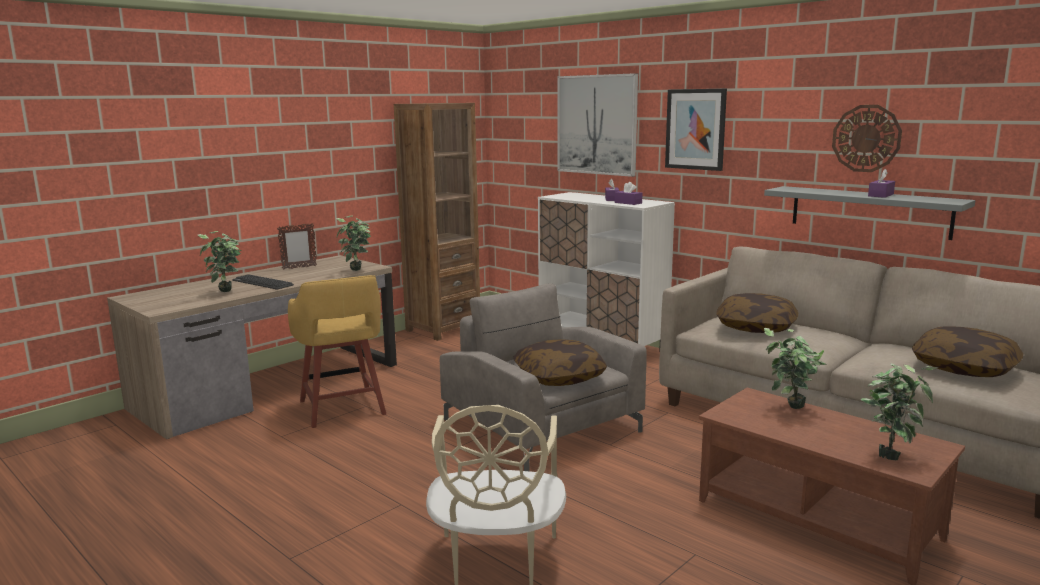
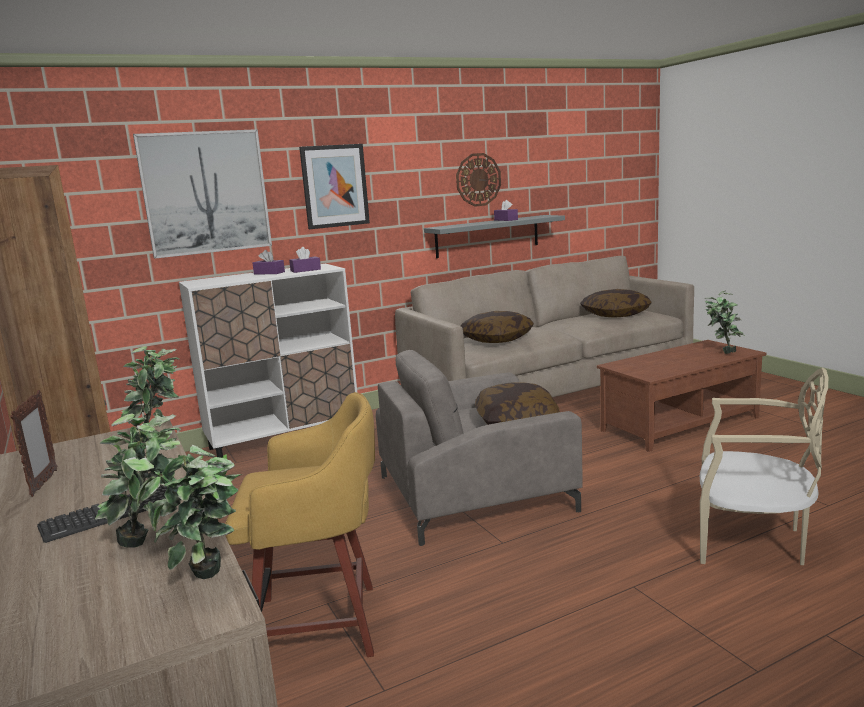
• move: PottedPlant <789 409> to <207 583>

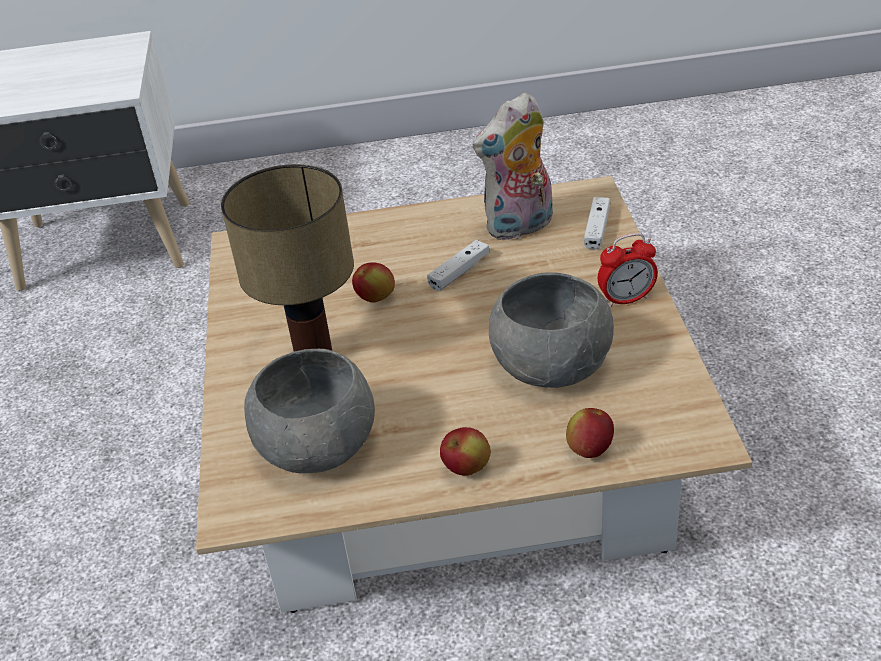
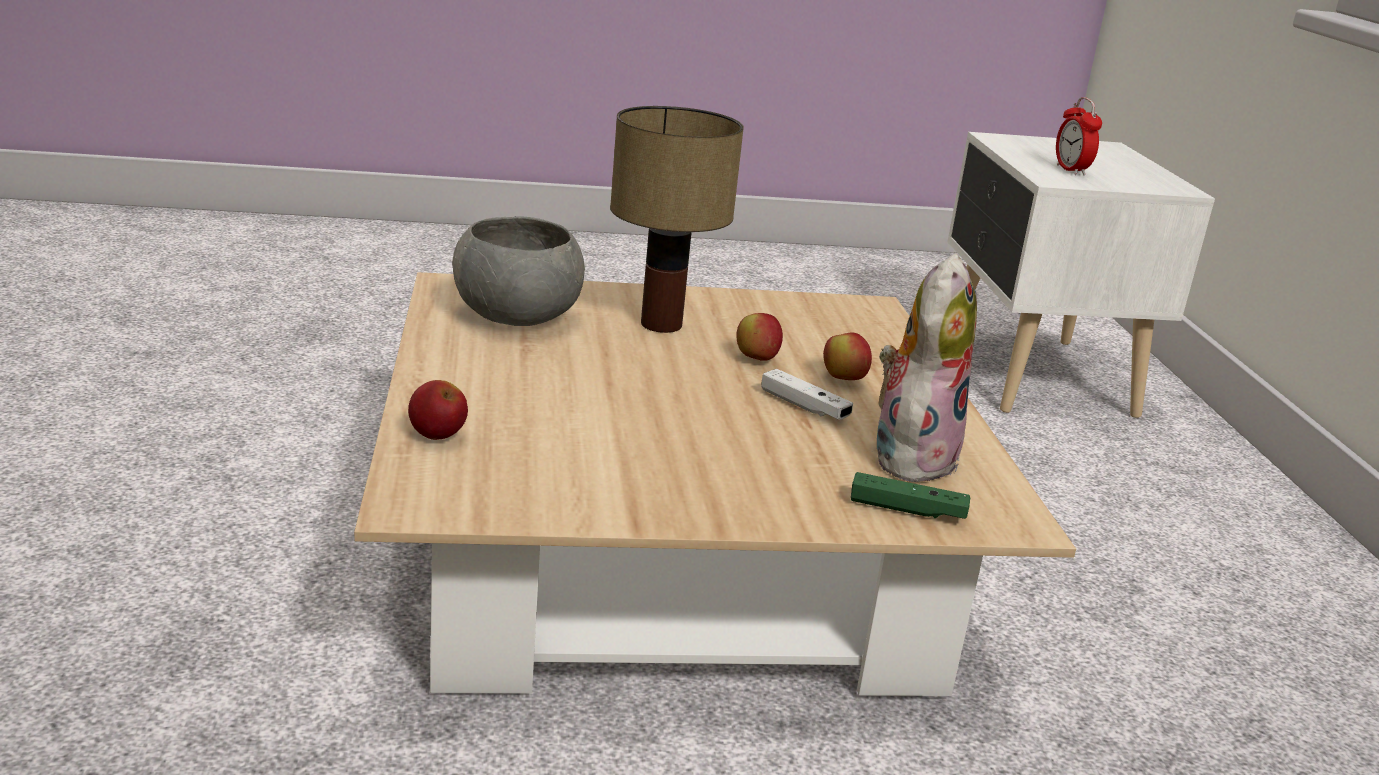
• move: Apple <466 468> to <843 379>
• rotate: PlushToy <520 227> = <911 455> 60 degrees clockwise
• delete: GreyBowl <553 366>
• recolor: WhiteGameController <597 229> to GreenGameController <907 510>
• move: AlarmClock <626 299> to <1071 170>

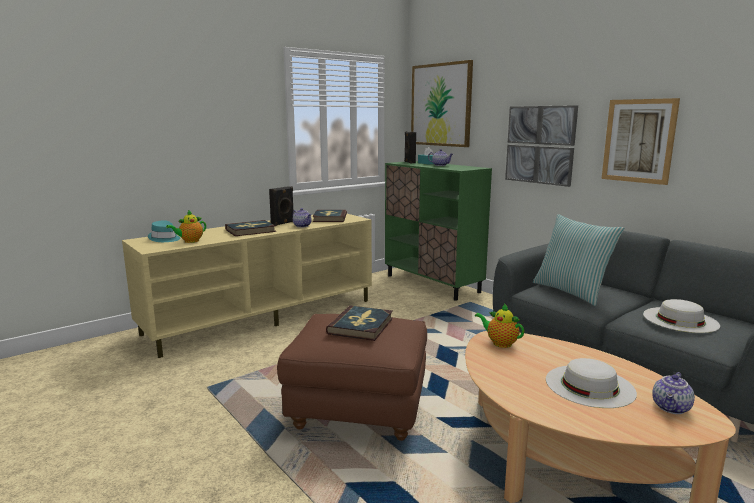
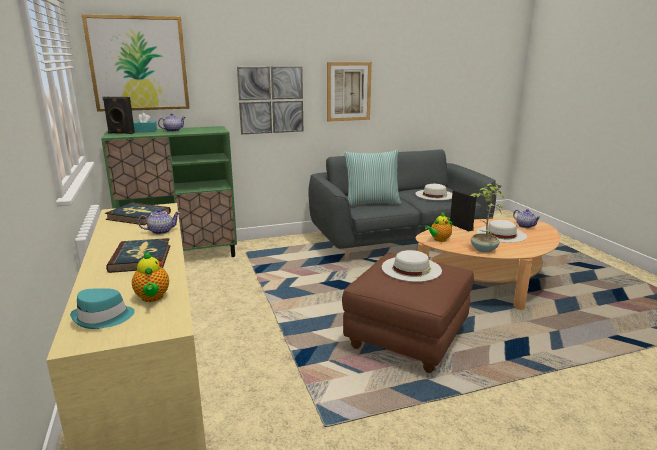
• move: BlackSpeaker <283 223> to <461 227>
• replace: Book <361 326> to WhiteHat <411 268>
• insert: PottedPlant <483 249>

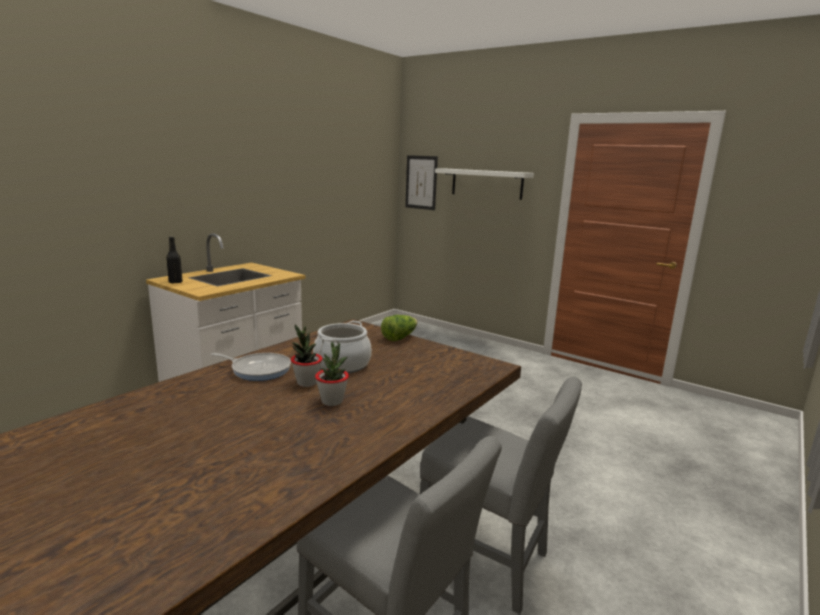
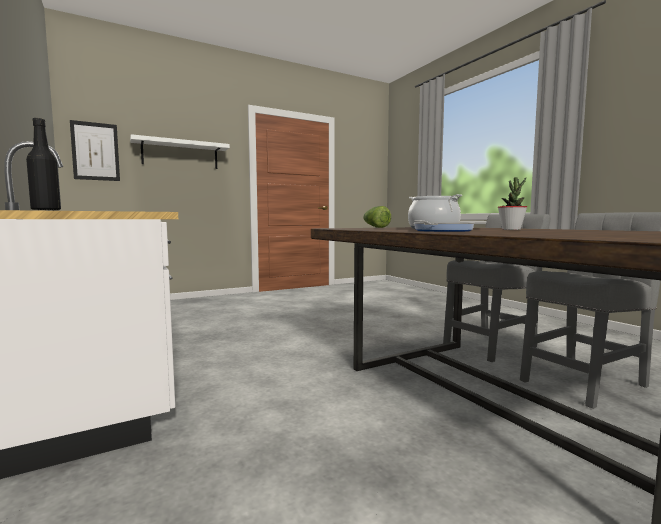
• delete: PottedPlant <307 383>

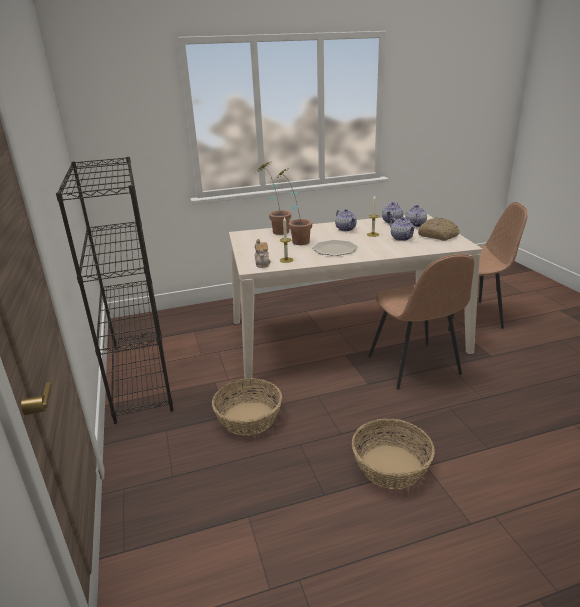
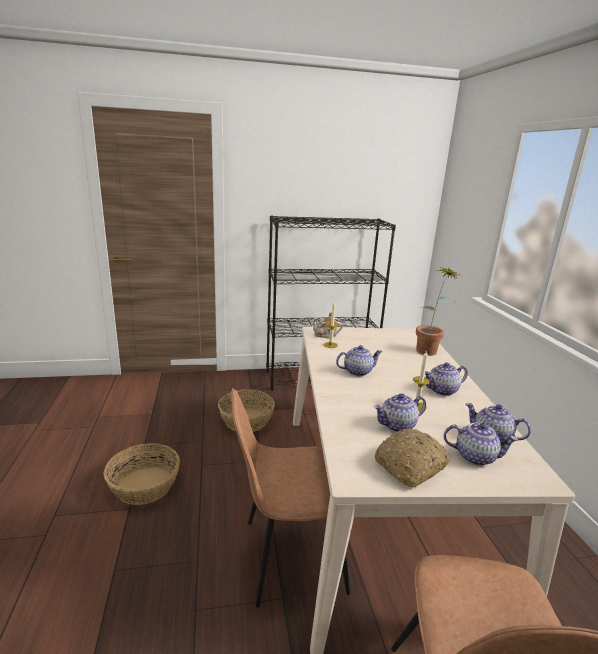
• delete: PottedPlant <295 241>
• replace: Plate <334 249> to Teapot <357 371>

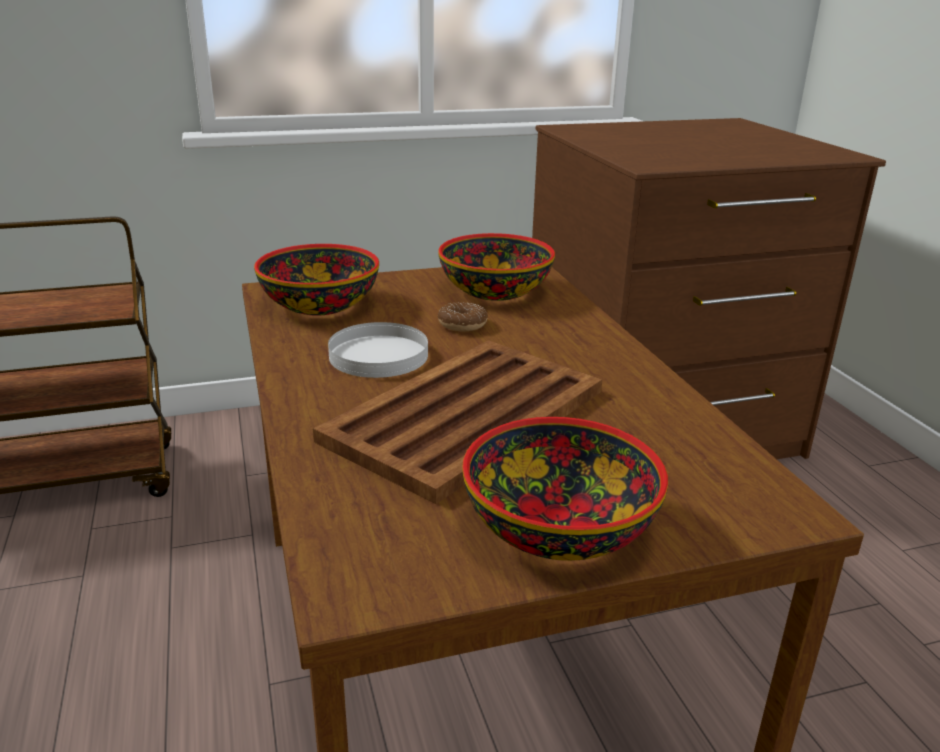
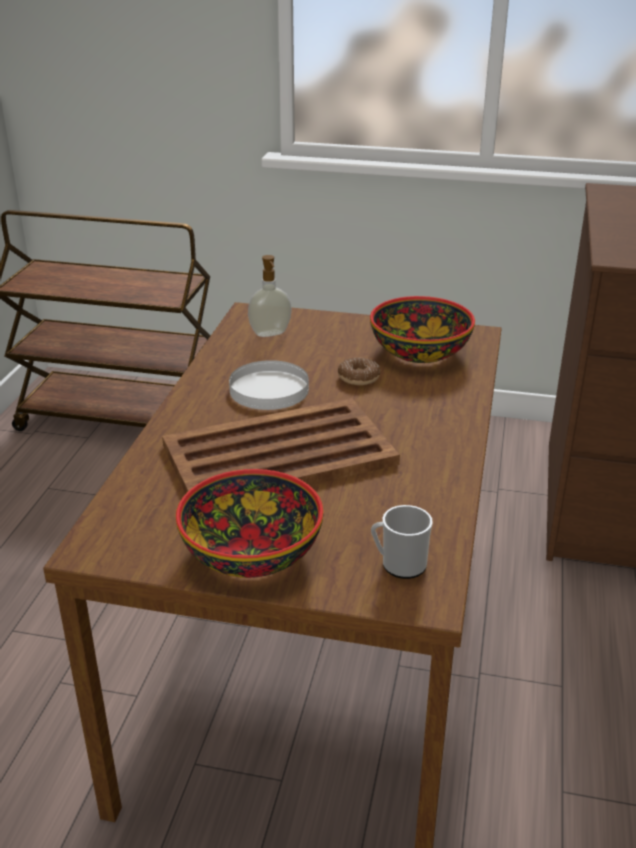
• replace: Bowl <319 304> to SoapDispenser <270 334>
• insert: Mug <399 565>

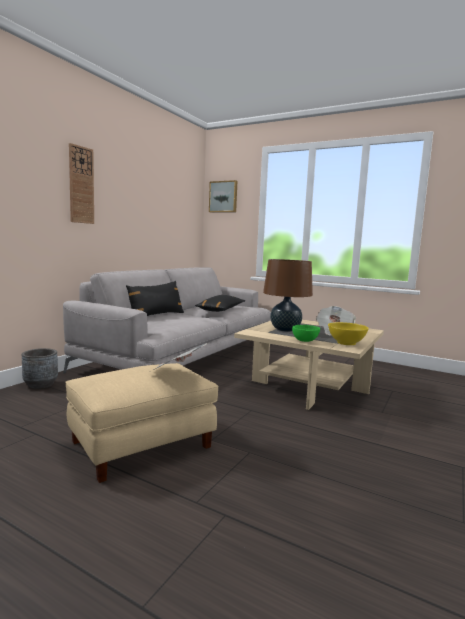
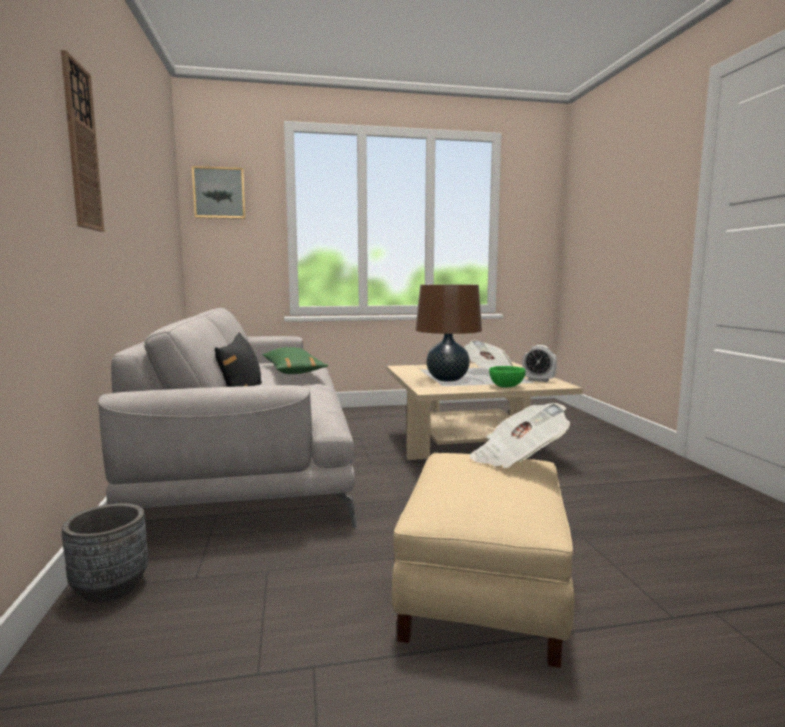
• recolor: BlackPillow <221 310> to GreenPillow <293 371>
• replace: YellowBowl <346 343> to AlarmClock <538 380>

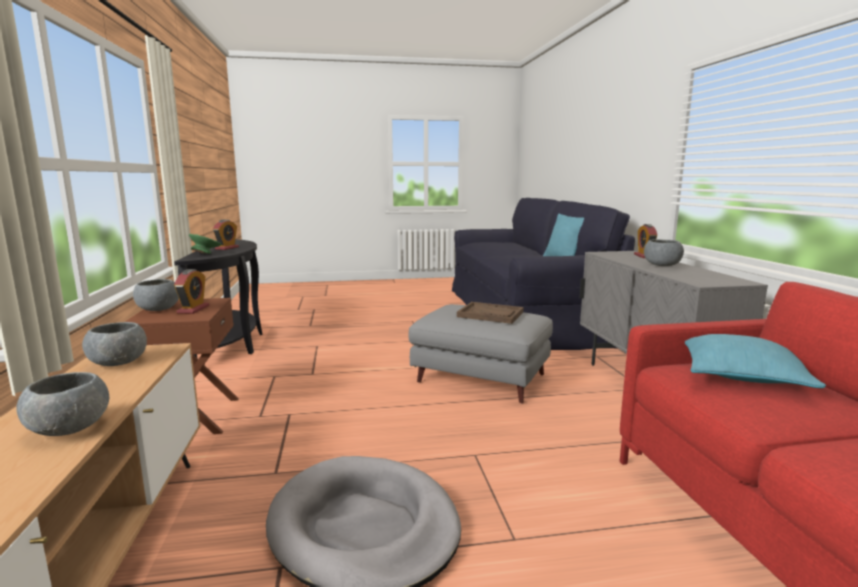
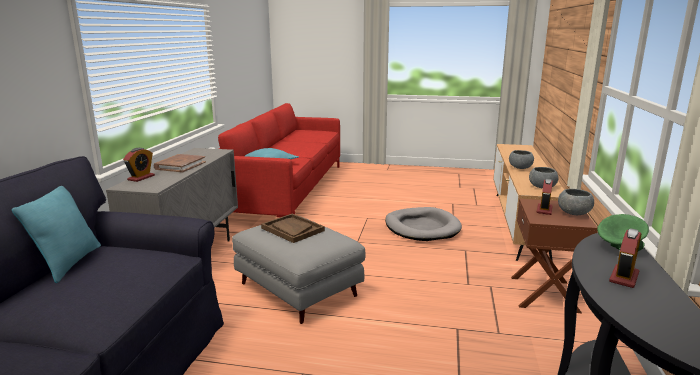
• replace: GreyBowl <661 265> to BrownBook <180 165>

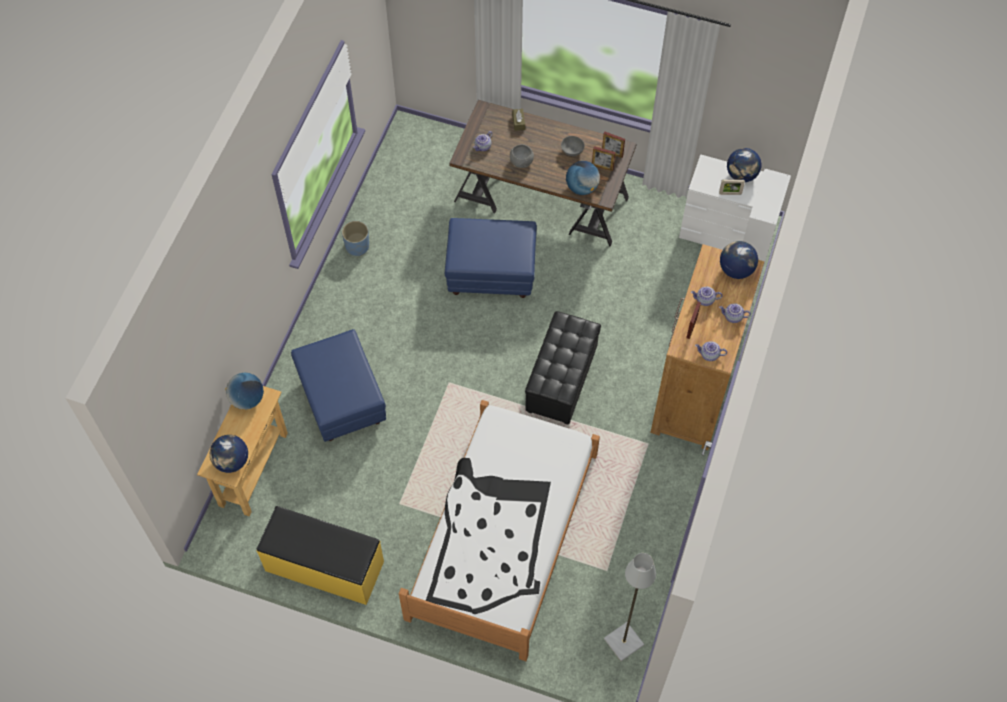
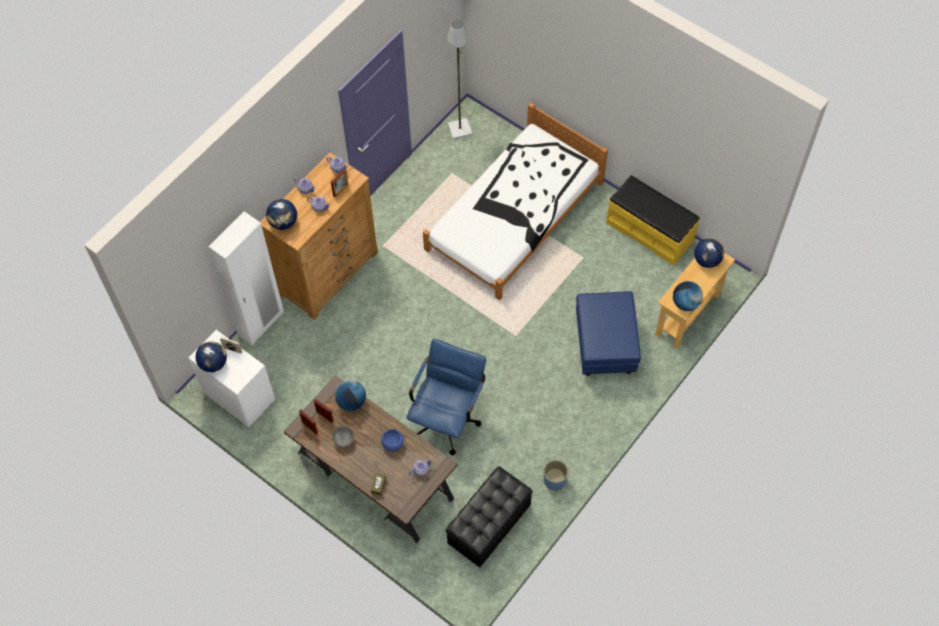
• replace: BlueOttoman <491 274> to BlueOfficeChair <447 417>
• recolor: GreyBowl <521 162> to BlueBowl <392 443>
• move: BlackOttoman <562 381> to <488 525>

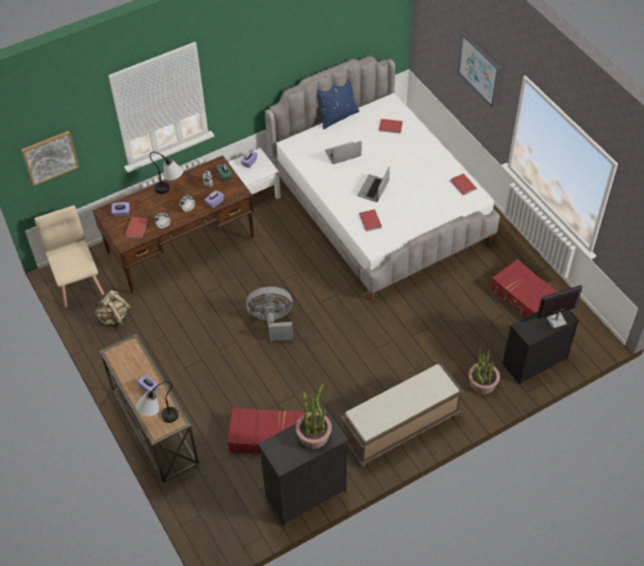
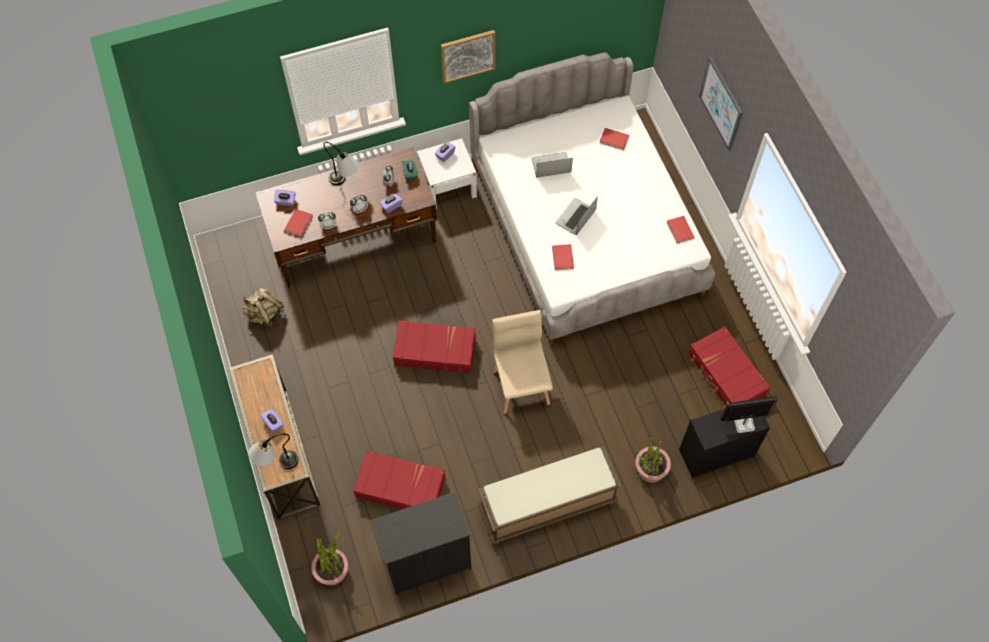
• move: Picture <50 157> to <468 55>
• move: BeigeChair <79 285> to <521 386>
• replace: GreyFan <272 322> to RedSuitcase <435 350>
• move: PottedPlant <314 435> to <332 570>
• delete: BluePillow <337 116>

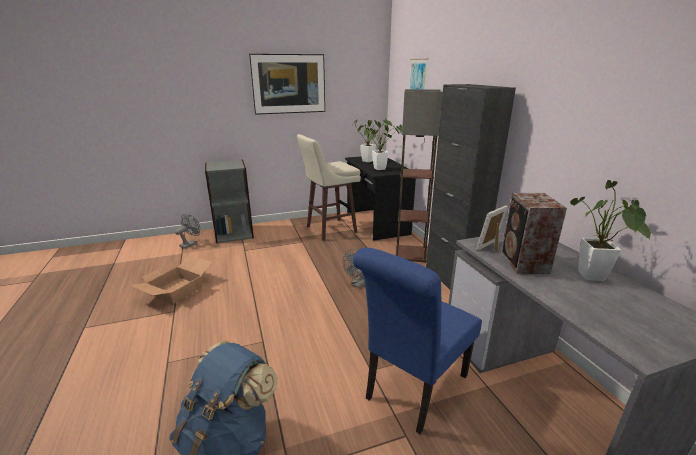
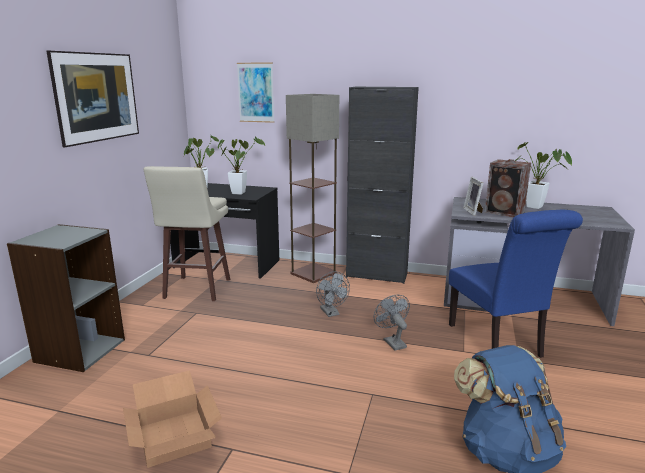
• move: GreyFan <191 244> to <392 342>

